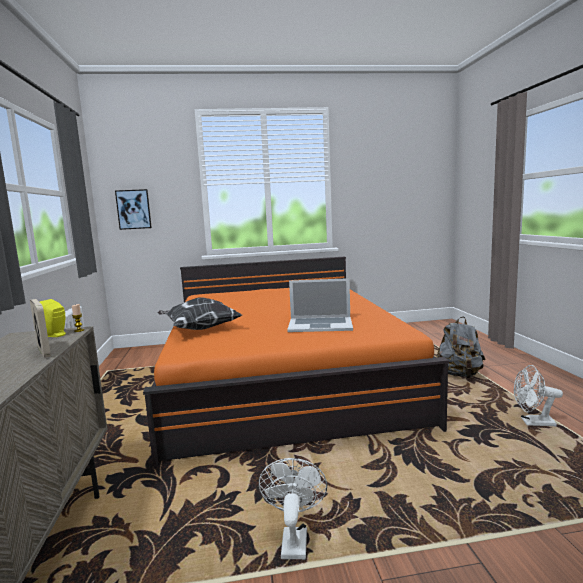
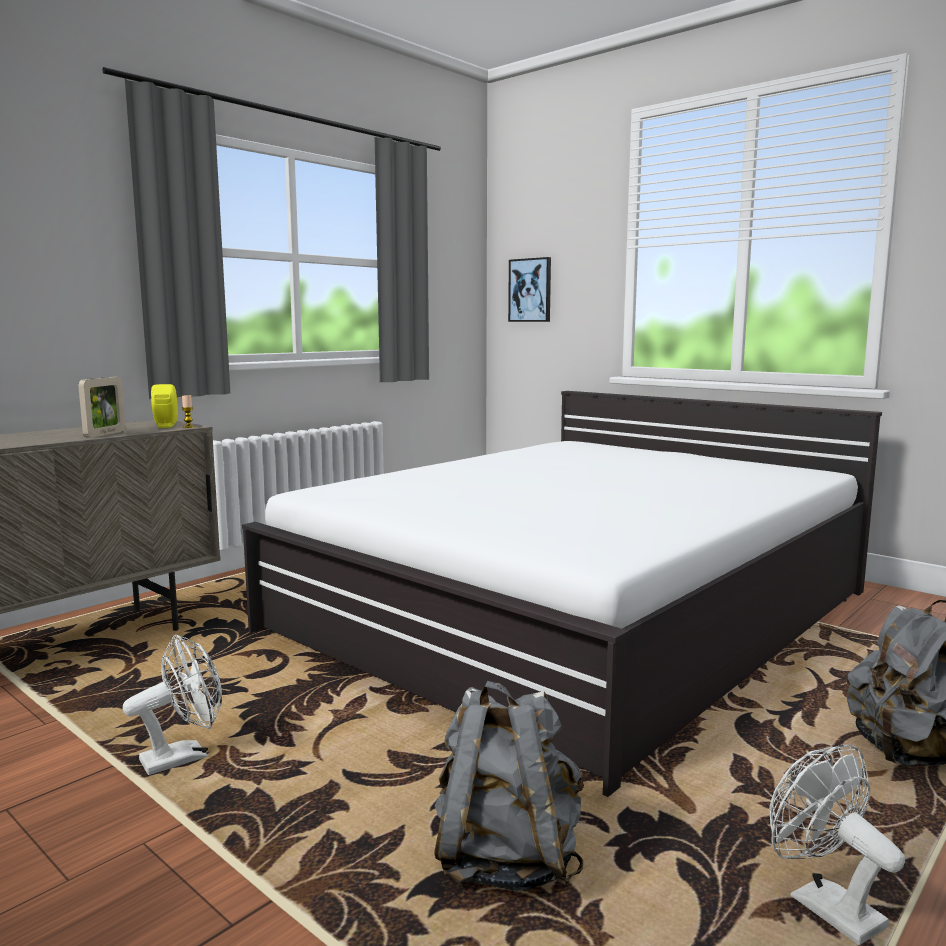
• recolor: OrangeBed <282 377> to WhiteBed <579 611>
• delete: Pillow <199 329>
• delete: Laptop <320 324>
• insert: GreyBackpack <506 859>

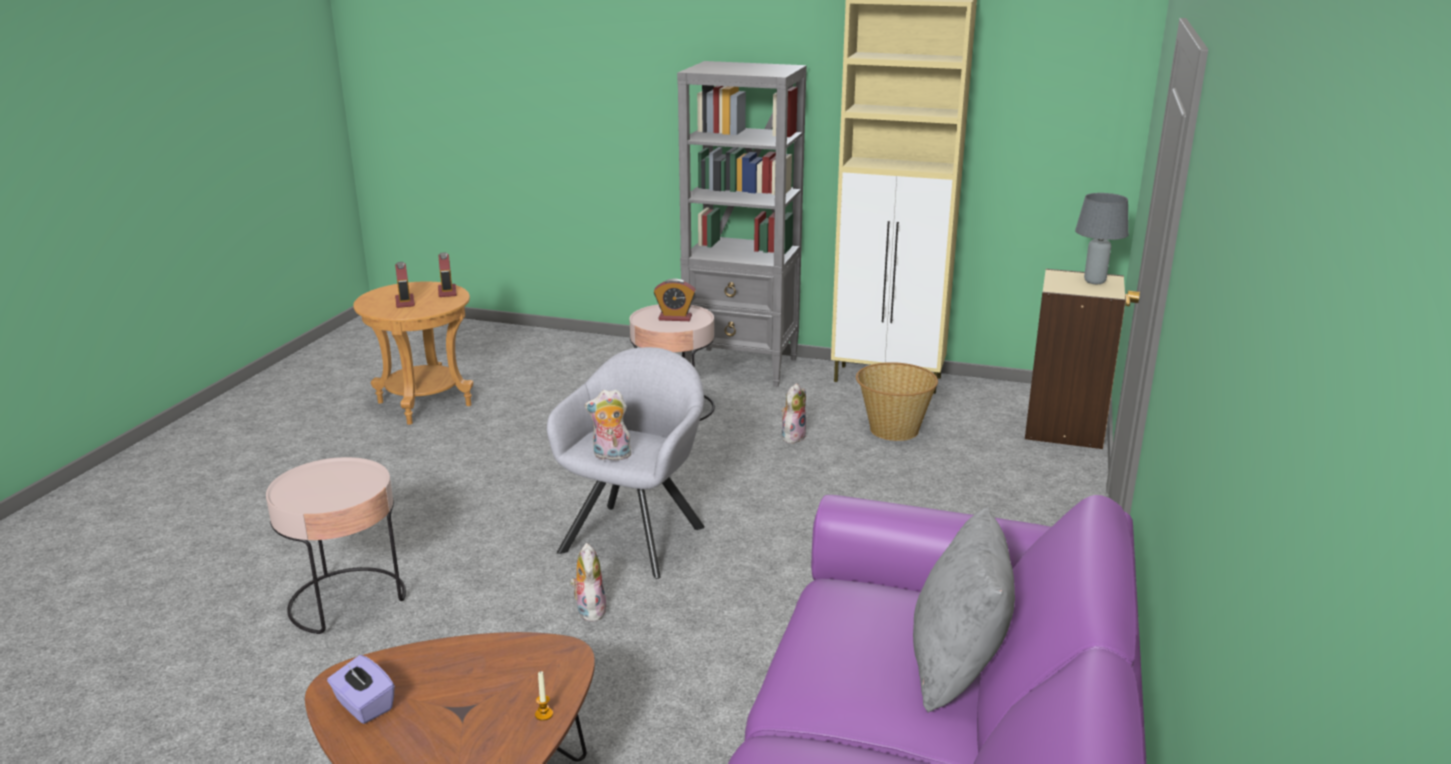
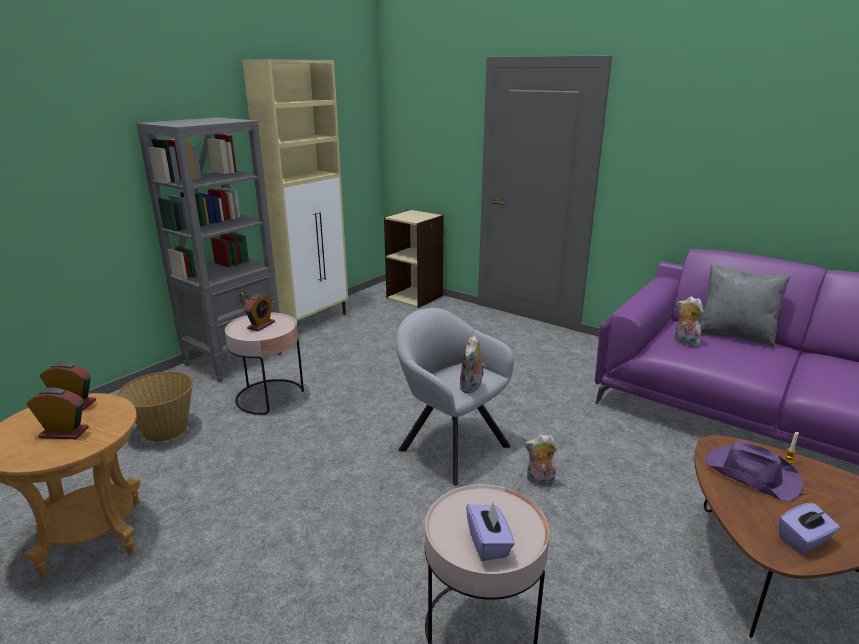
• move: PlushToy <792 436> to <684 342>
• move: Basket <893 430> to <165 430>
• delete: GreyTableLamp <1095 282>
• insert: PurpleTissueBox <488 543>
• insert: PurpleHat <750 473>

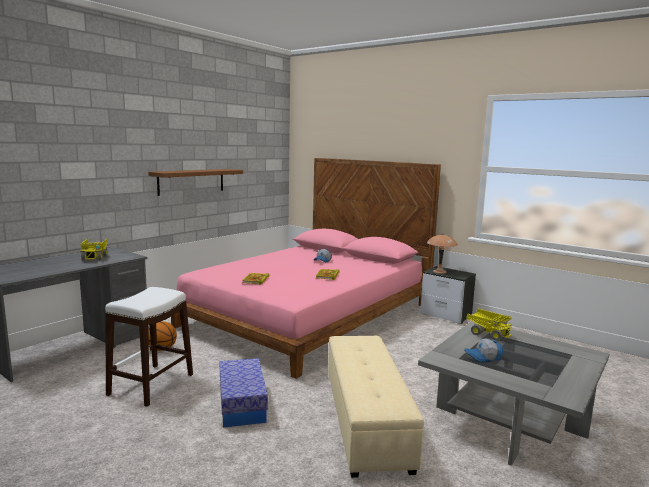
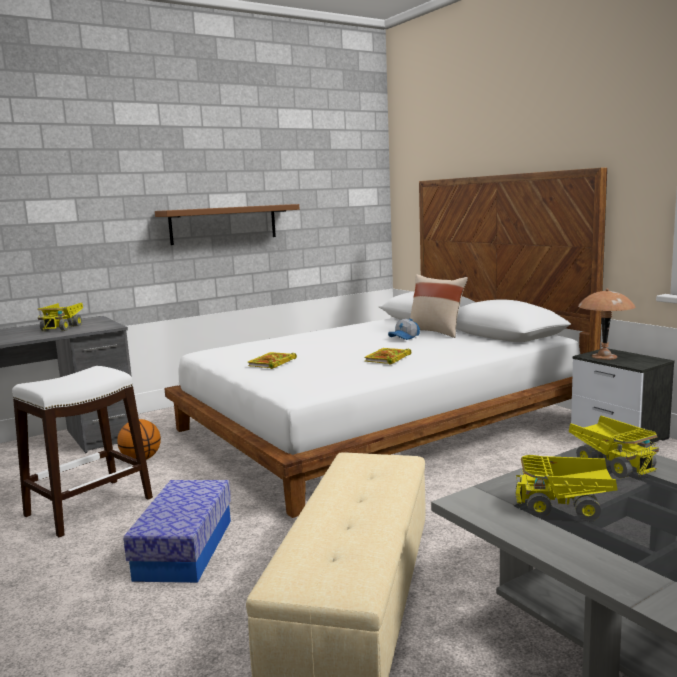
• recolor: PinkBed <309 315> to WhiteBed <380 424>
• replace: Cap <483 357> to ToyTruck <566 508>
• insert: BeigePillow <436 332>

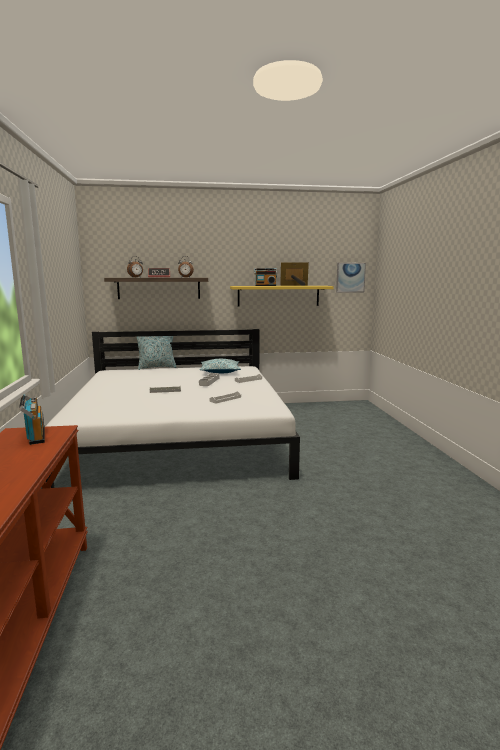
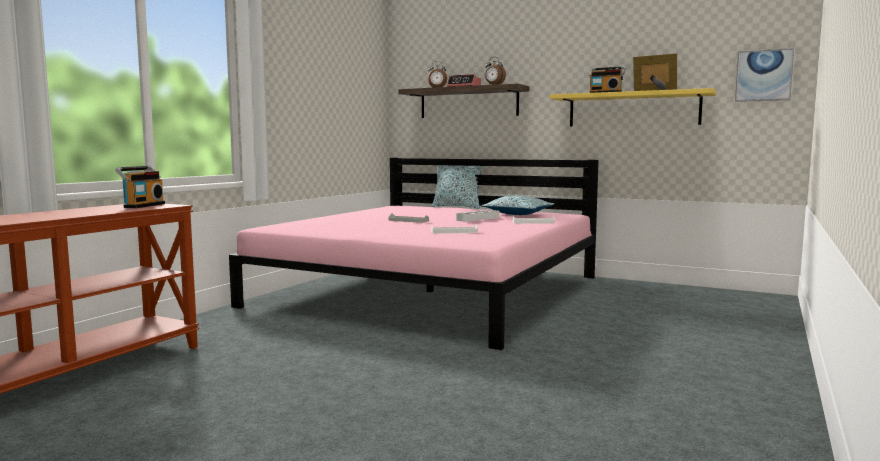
• recolor: WhiteBed <179 438> to PinkBed <432 291>

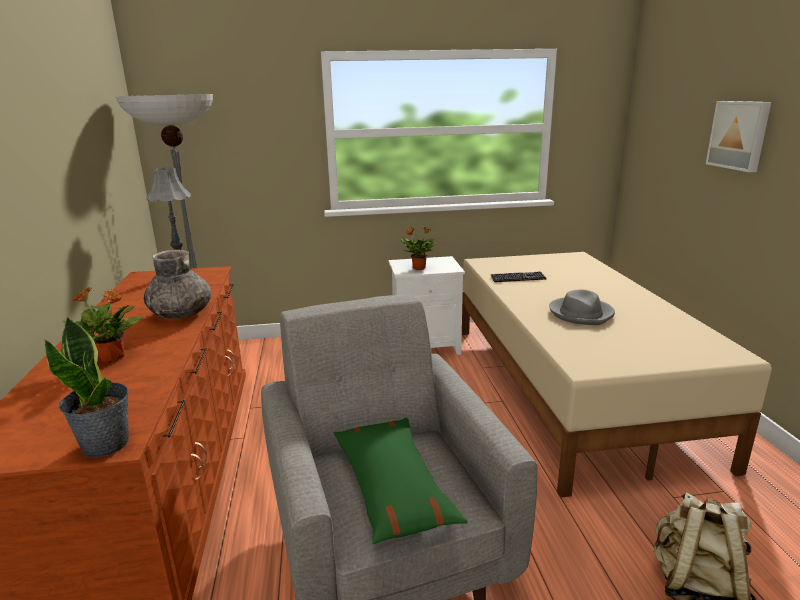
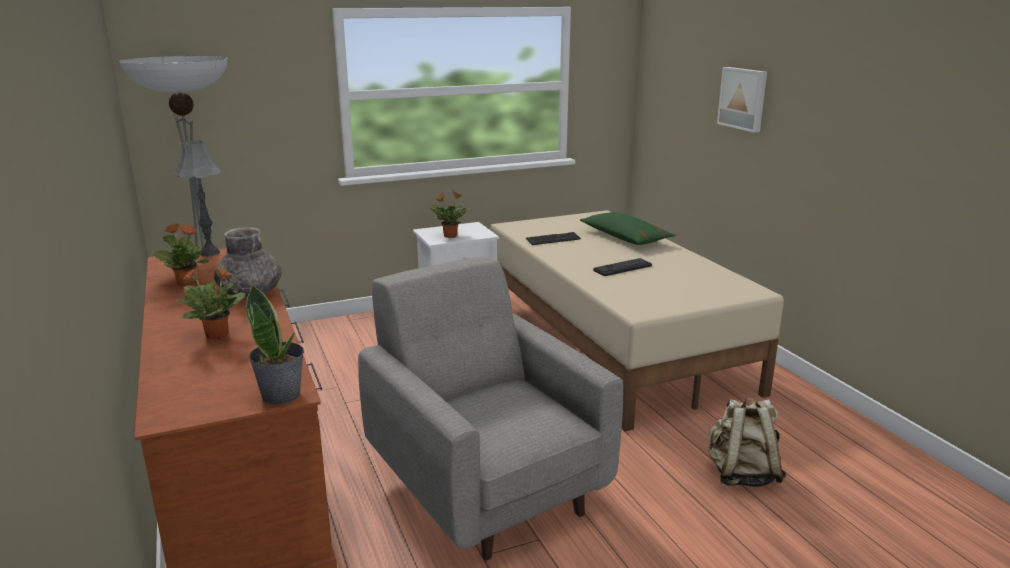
• move: GreenPillow <392 488> to <625 237>
• replace: GreyHat <581 313> to Keyboard <622 268>
• insert: PottedPlant <186 282>

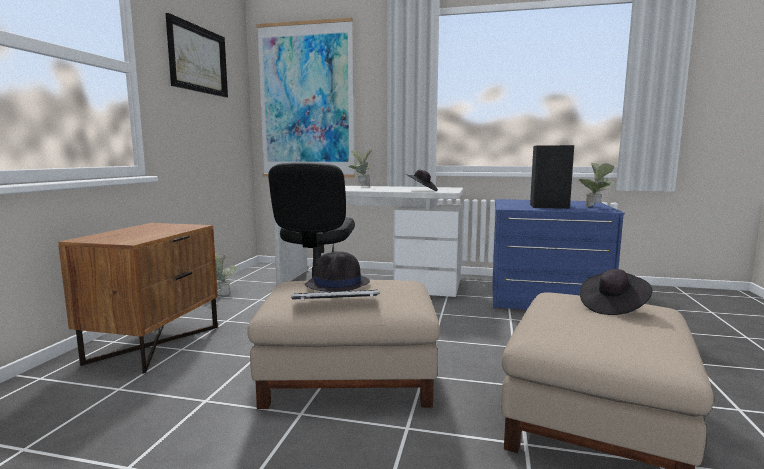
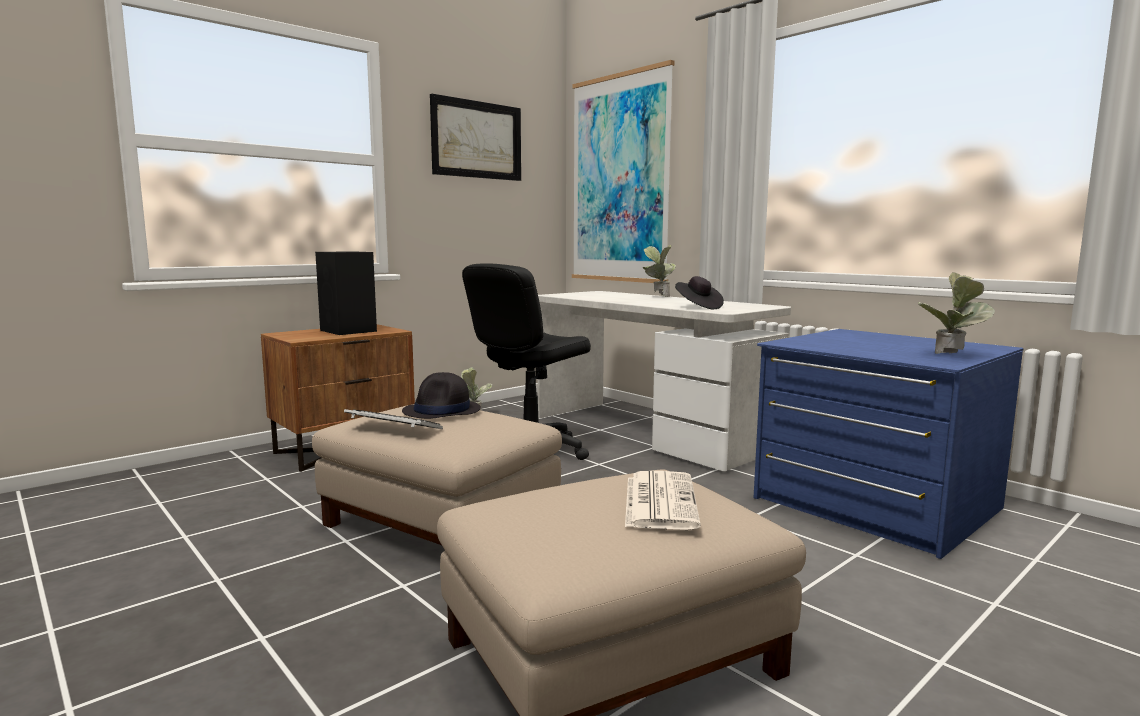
• move: BlackSpeaker <550 206> to <349 331>
• replace: BlackHat <612 307> to Newspaper <659 501>

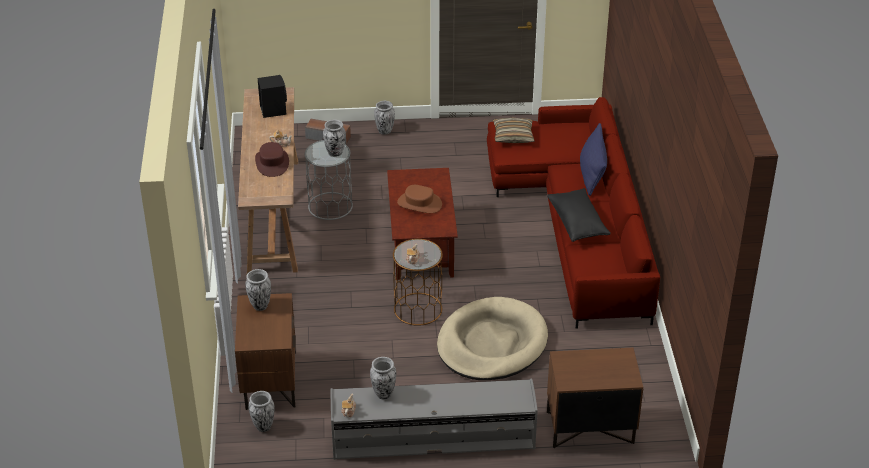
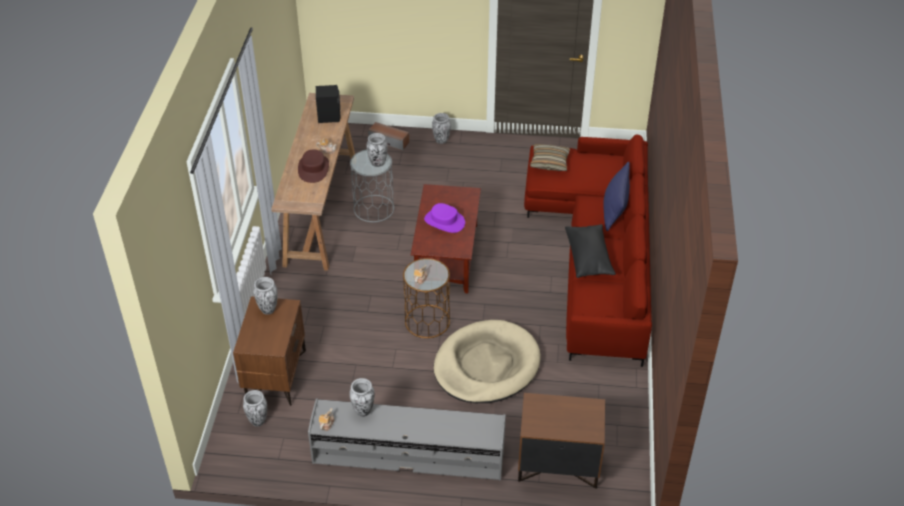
• recolor: BrownHat <419 203> to PurpleHat <444 221>

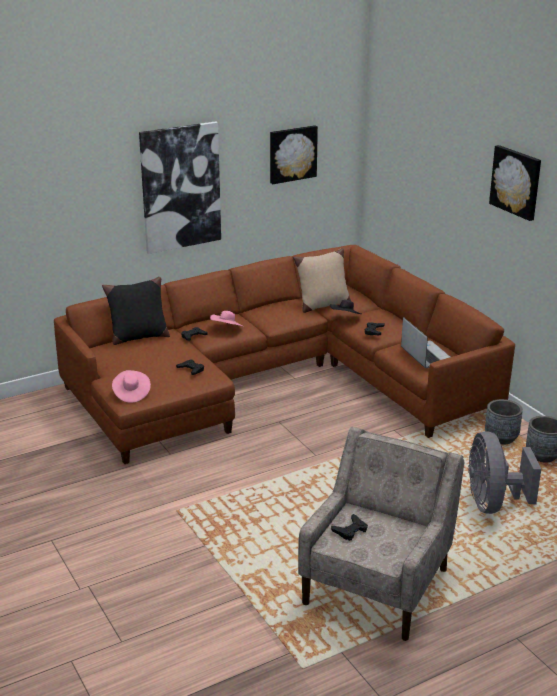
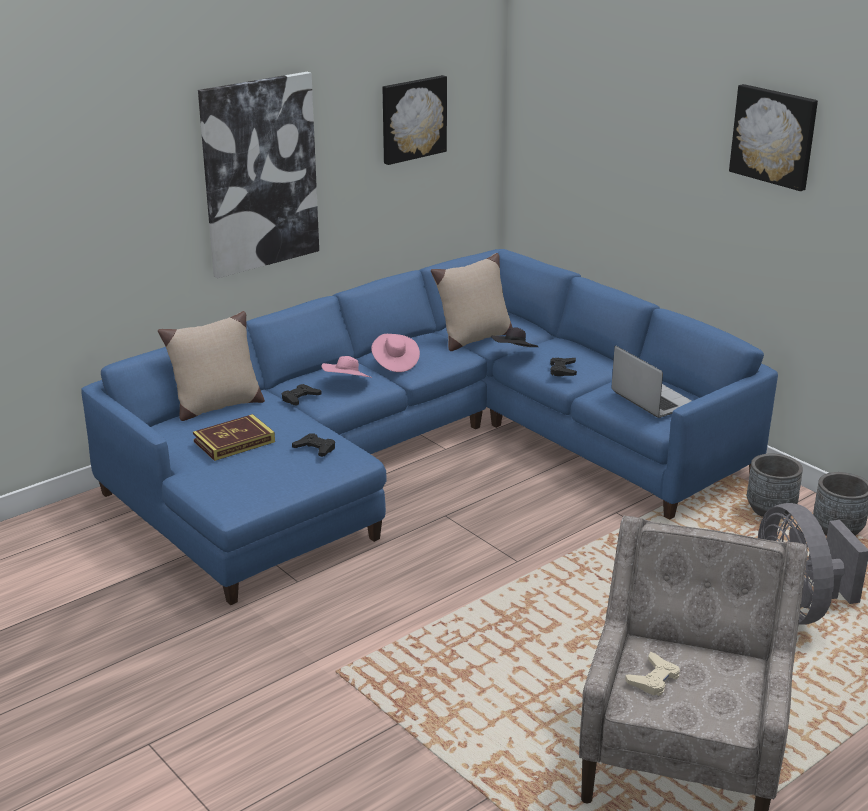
• recolor: BrownSofa <277 381> to BlueSofa <422 455>
• recolor: BlackPillow <138 337> to BeigePillow <216 406>
• move: PinkHat <131 394> to <394 363>
• recolor: BlackGameController <350 530> to BeigeGameController <653 679>
• insert: Book <234 441>

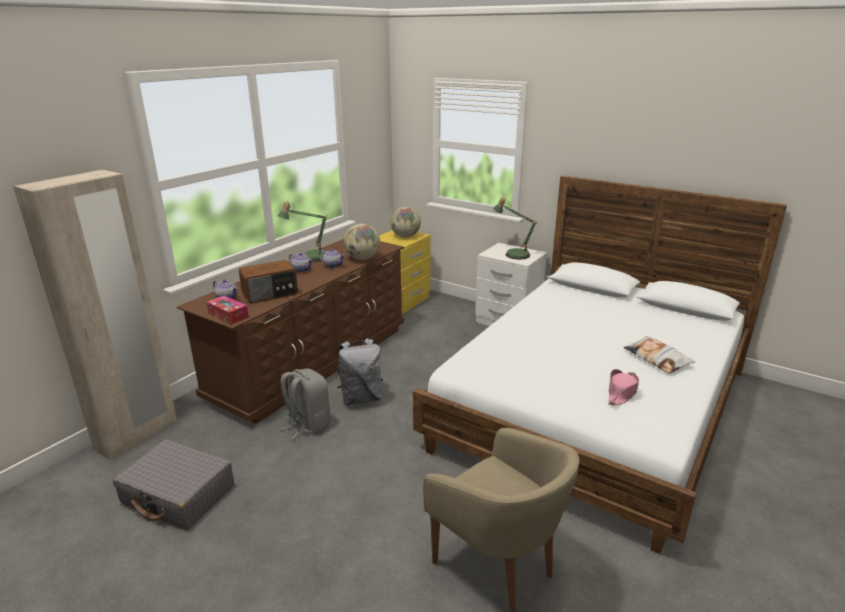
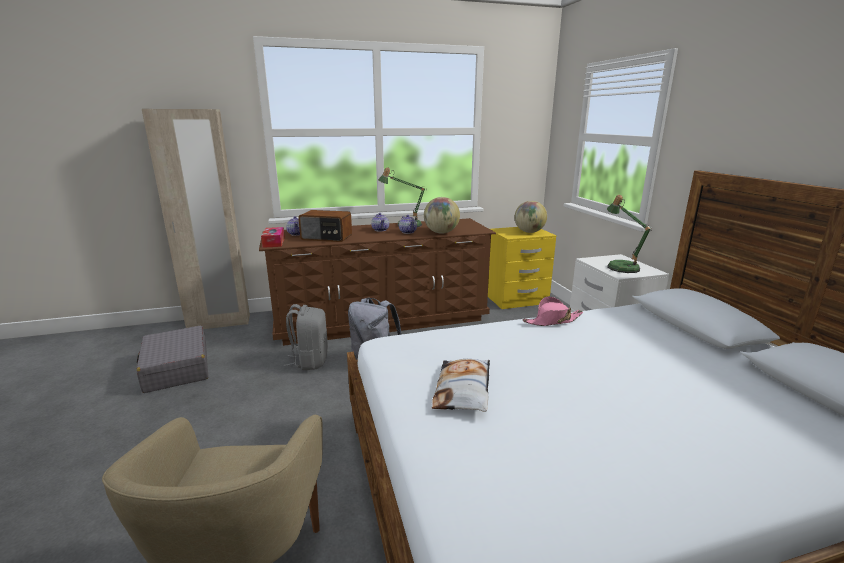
• move: PinkHat <621 392> to <552 321>
• move: Pillow <657 359> to <463 390>

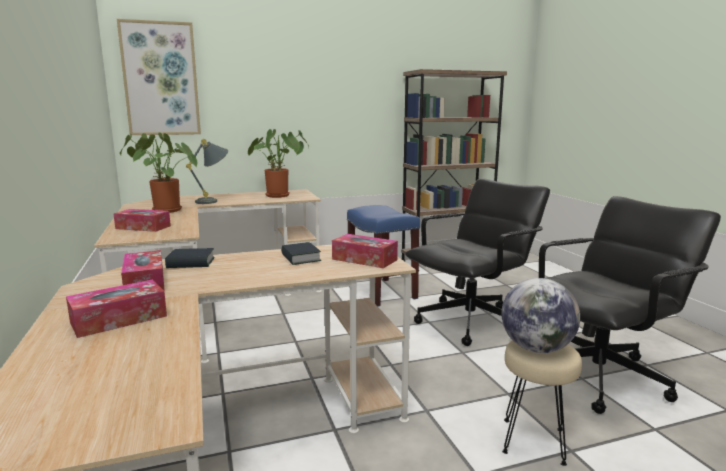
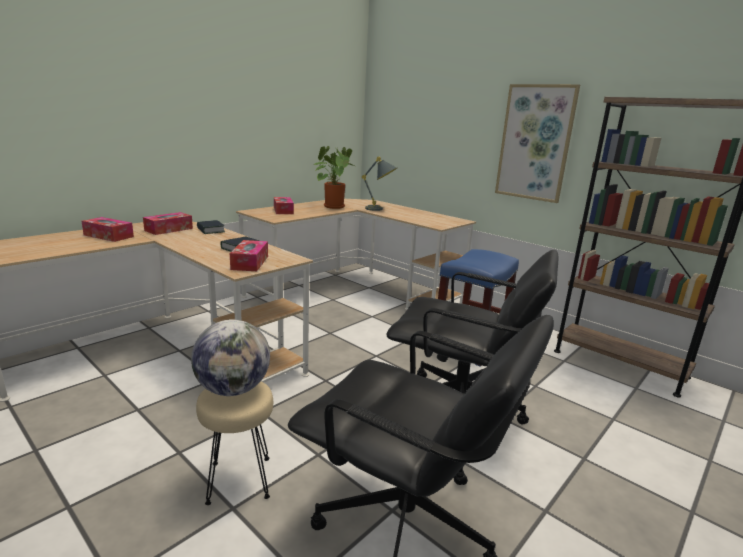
• move: Picture <161 79> to <535 143>
• delete: PottedPlant <280 196>

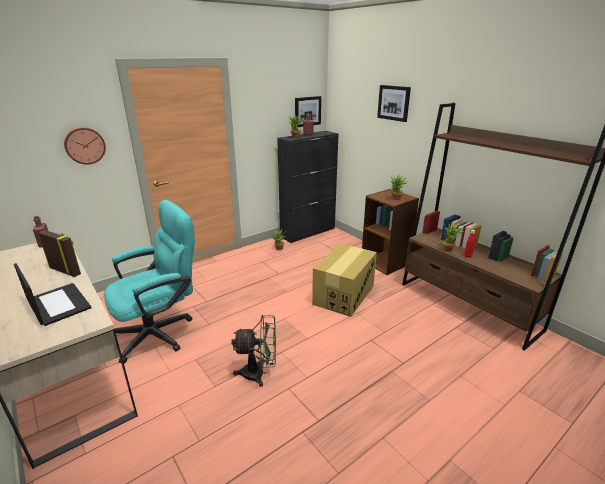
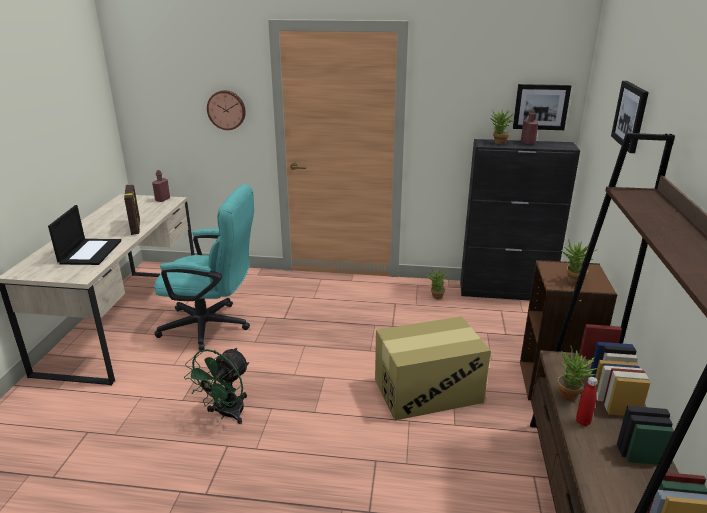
• rotate: GreenFan <259 373> = <226 414> 75 degrees clockwise

